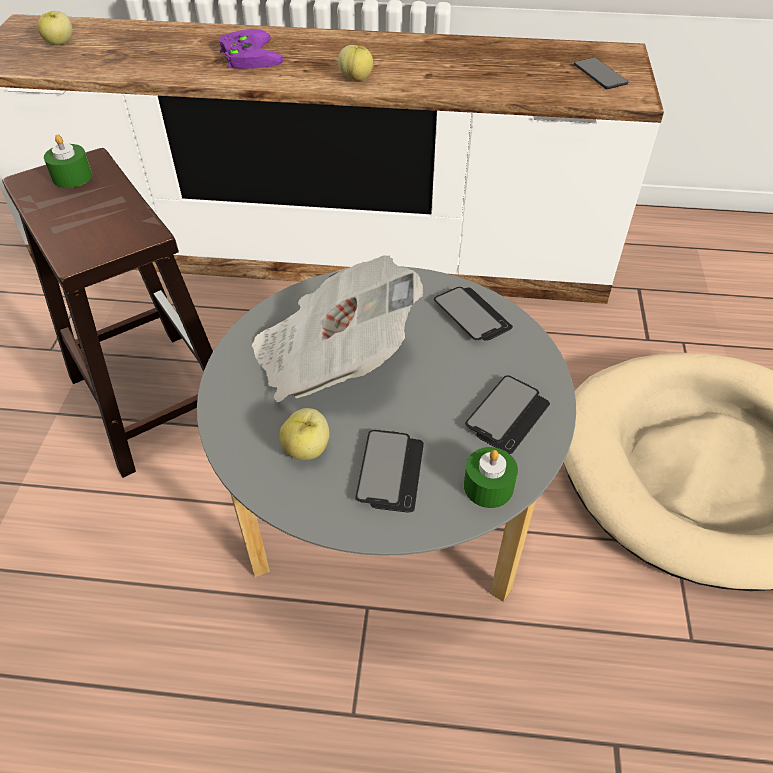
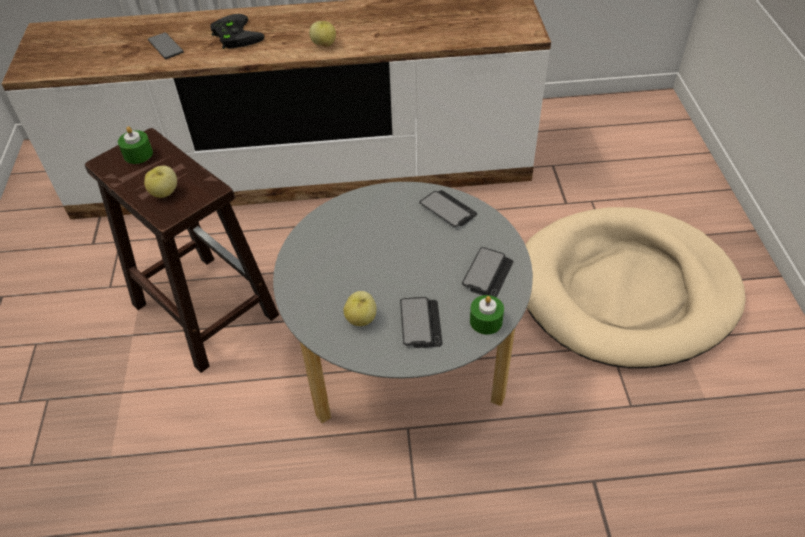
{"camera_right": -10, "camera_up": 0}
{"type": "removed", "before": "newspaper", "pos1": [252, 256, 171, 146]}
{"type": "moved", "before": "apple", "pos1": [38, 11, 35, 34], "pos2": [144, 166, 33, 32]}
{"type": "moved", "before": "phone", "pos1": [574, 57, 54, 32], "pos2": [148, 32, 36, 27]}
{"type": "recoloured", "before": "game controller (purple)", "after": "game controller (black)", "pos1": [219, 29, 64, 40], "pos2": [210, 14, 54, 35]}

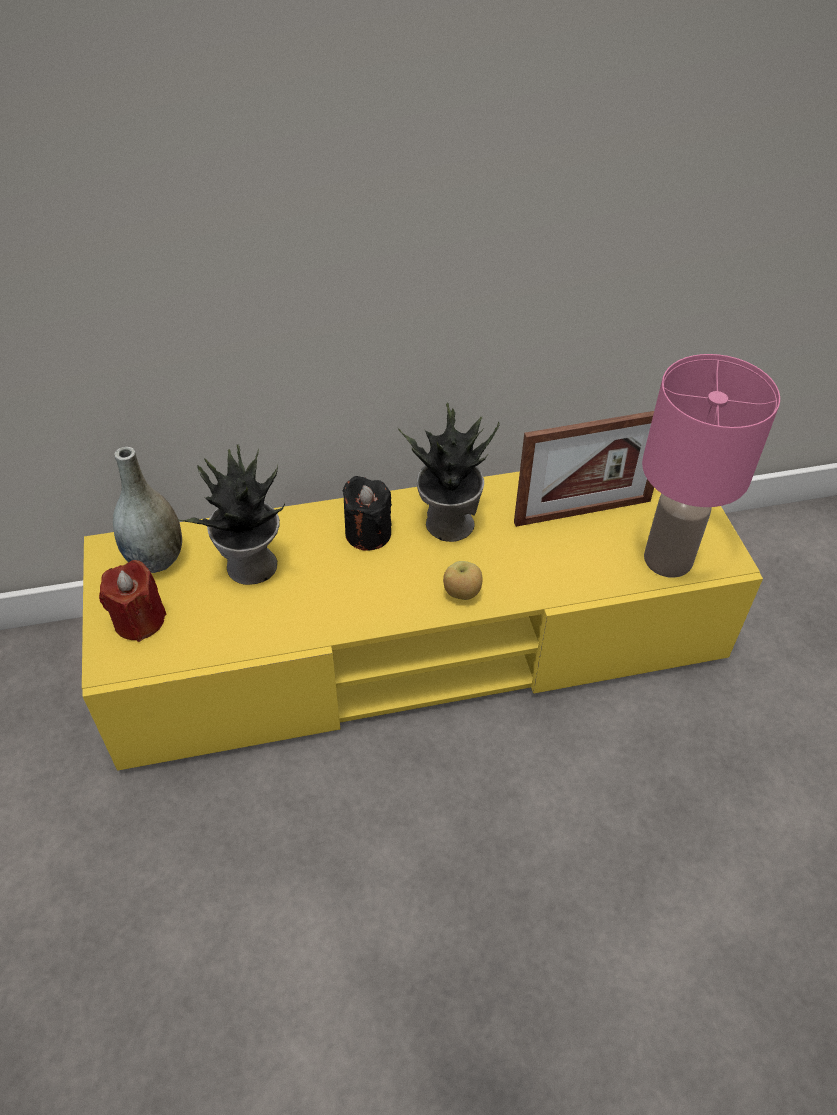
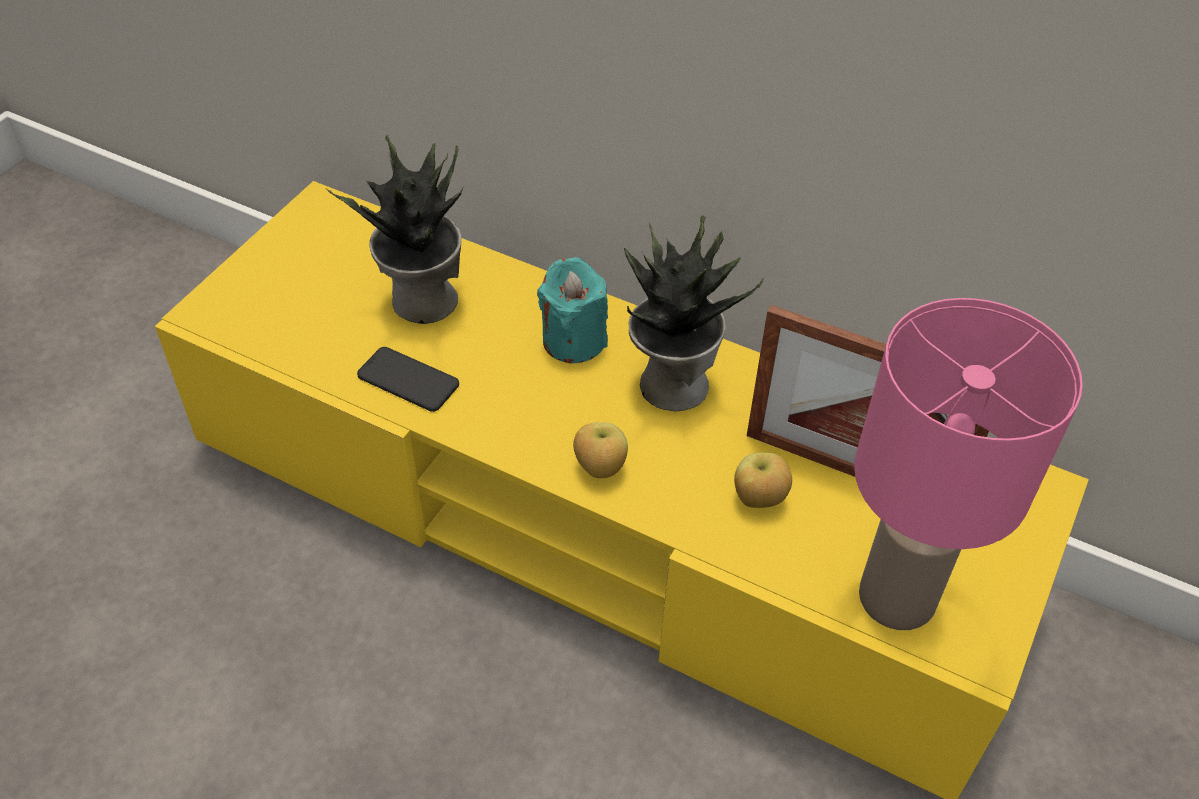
{"camera_right": 40, "camera_up": 0}
{"type": "removed", "before": "candle (red)", "pos1": [99, 560, 67, 82]}
{"type": "removed", "before": "vase (grey)", "pos1": [113, 447, 69, 126]}
{"type": "added", "after": "phone", "pos2": [357, 347, 102, 65]}
{"type": "added", "after": "apple", "pos2": [734, 452, 58, 56]}
{"type": "recoloured", "before": "candle (black)", "after": "candle (turquoise)", "pos1": [342, 476, 50, 75], "pos2": [537, 257, 71, 106]}

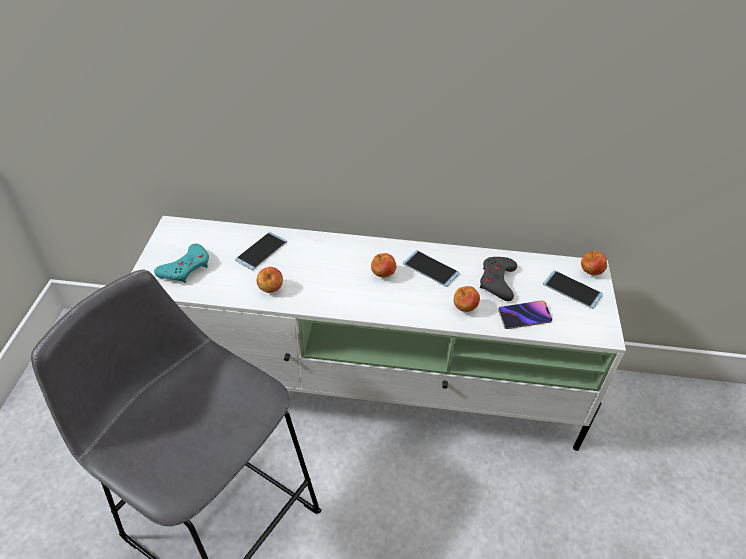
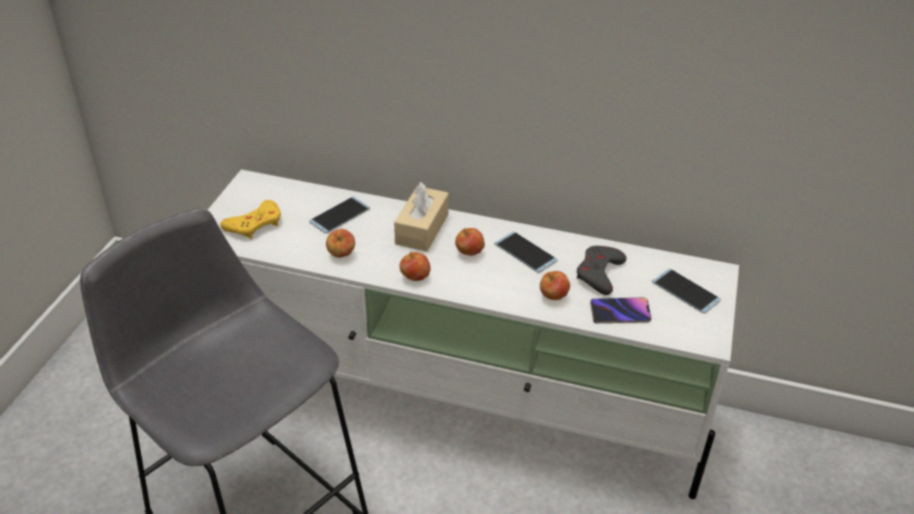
{"camera_right": 10, "camera_up": -5}
{"type": "added", "after": "tissue box (beige)", "pos2": [394, 182, 55, 70]}
{"type": "moved", "before": "apple", "pos1": [581, 251, 26, 24], "pos2": [399, 251, 31, 30]}
{"type": "recoloured", "before": "game controller (turquoise)", "after": "game controller (yellow)", "pos1": [154, 244, 55, 39], "pos2": [220, 200, 61, 39]}

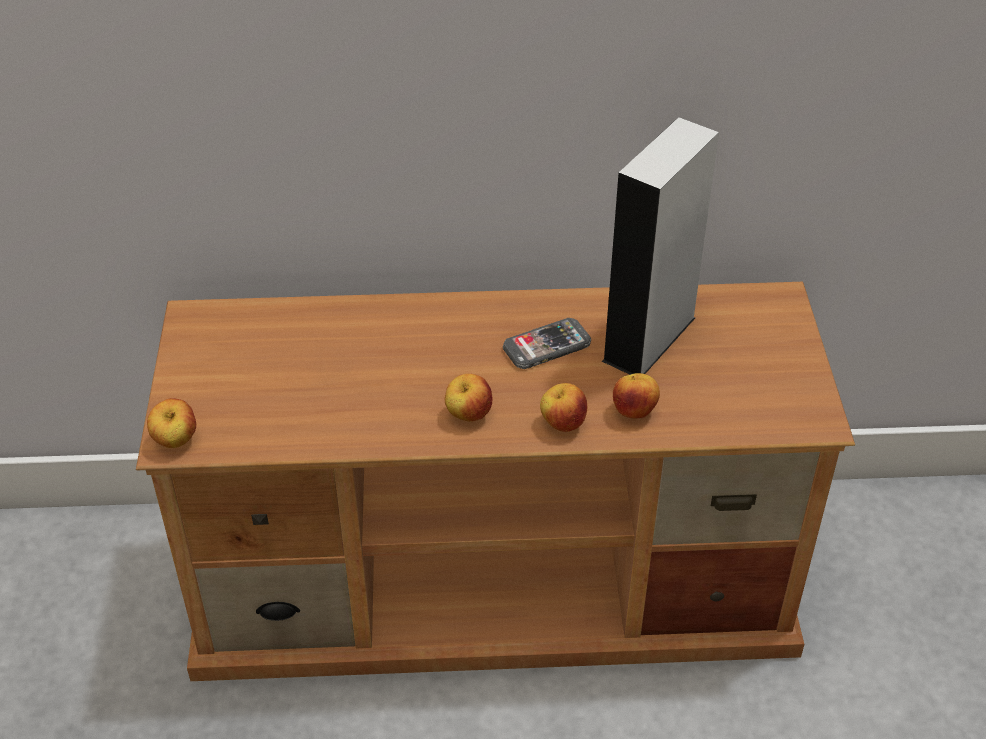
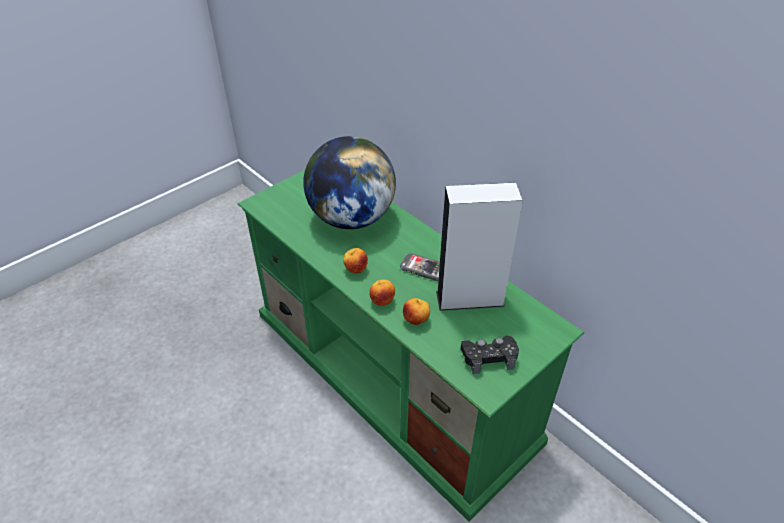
{"camera_right": 50, "camera_up": 0}
{"type": "removed", "before": "apple", "pos1": [147, 398, 49, 50]}
{"type": "added", "after": "globe", "pos2": [303, 136, 93, 93]}
{"type": "added", "after": "game controller (black)", "pos2": [461, 336, 58, 38]}
{"type": "recoloured", "before": "tv stand (brown)", "after": "tv stand (green)", "pos1": [136, 282, 719, 399], "pos2": [238, 170, 346, 352]}

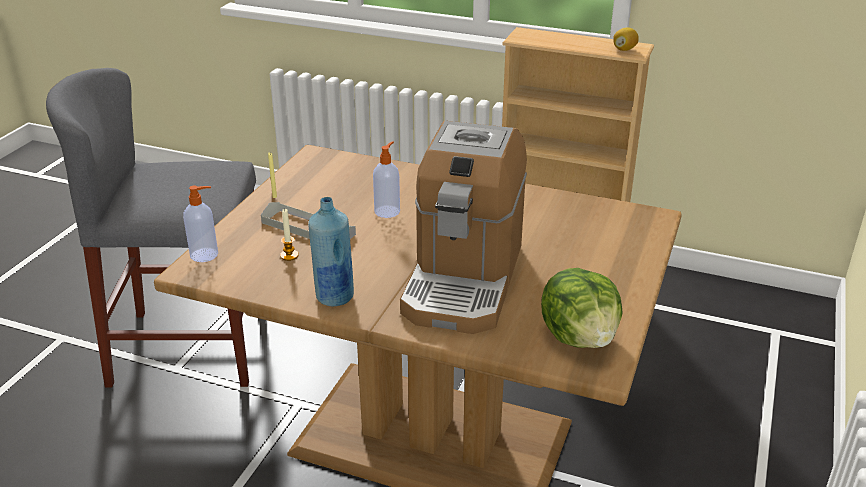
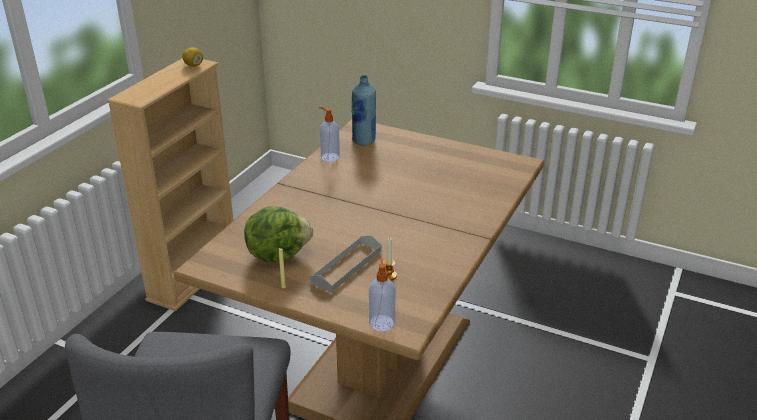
{"camera_right": -85, "camera_up": 0}
{"type": "removed", "before": "coffee machine", "pos1": [400, 121, 127, 213]}
{"type": "moved", "before": "bottle (blue)", "pos1": [308, 197, 46, 109], "pos2": [352, 75, 24, 71]}
{"type": "moved", "before": "soap dispenser", "pos1": [373, 141, 27, 77], "pos2": [319, 107, 21, 55]}
{"type": "moved", "before": "lettuce", "pos1": [541, 268, 82, 80], "pos2": [244, 206, 69, 56]}

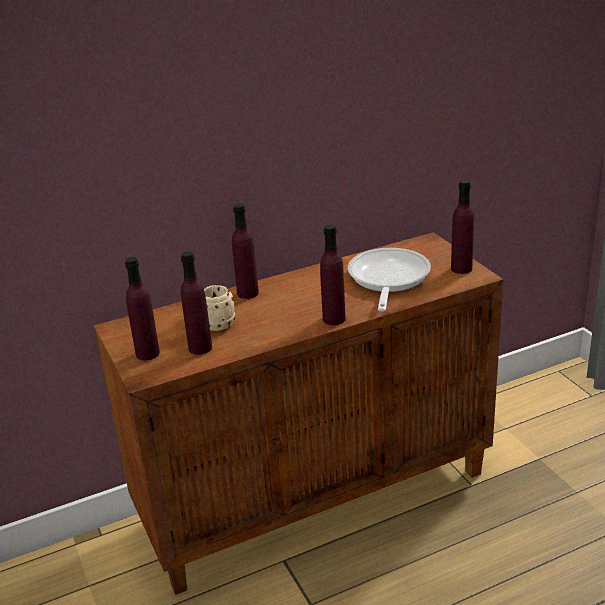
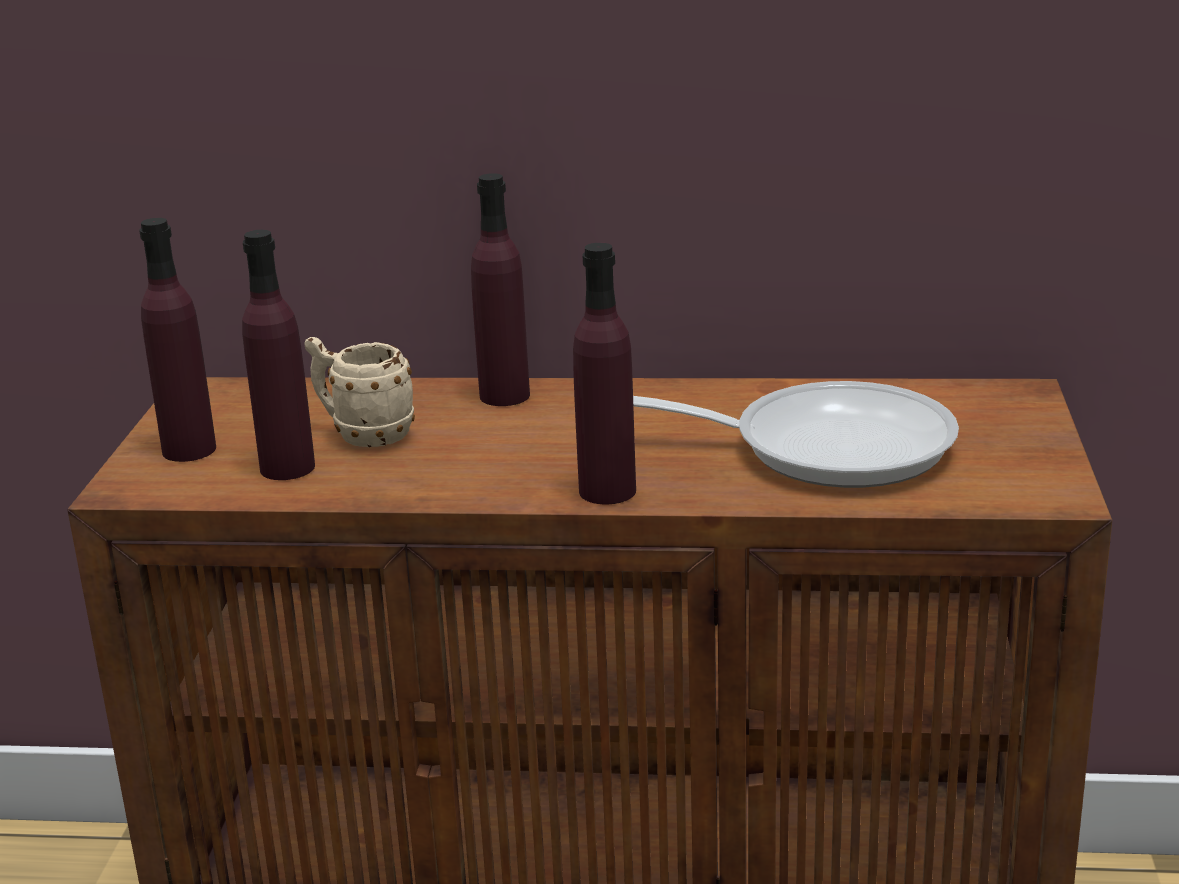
{"camera_right": 30, "camera_up": -5}
{"type": "removed", "before": "bottle (purple)", "pos1": [451, 180, 23, 94]}
{"type": "turned", "before": "frying pan", "pos1": [348, 248, 83, 63], "pos2": [633, 381, 326, 107], "turn": 60}

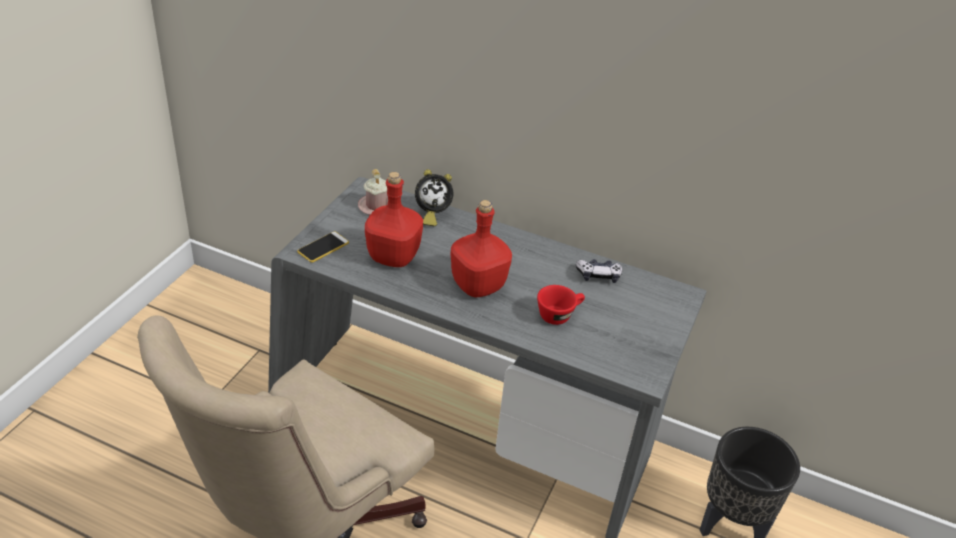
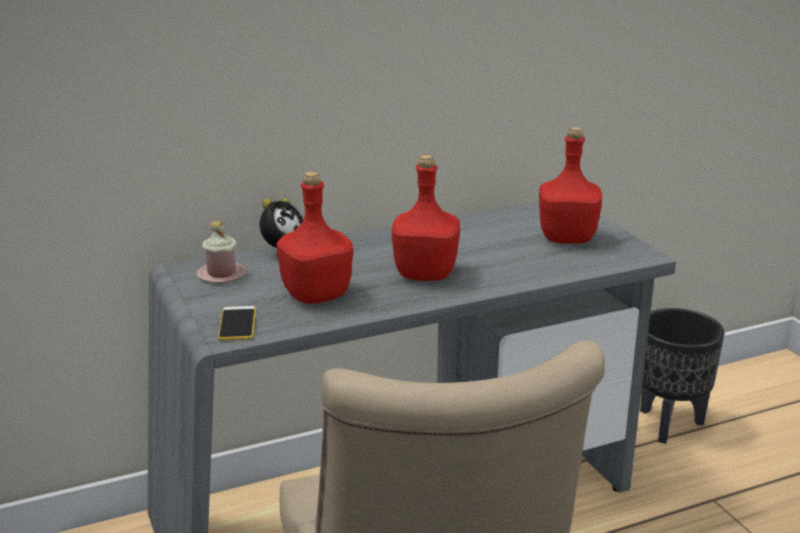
{"camera_right": -45, "camera_up": -15}
{"type": "removed", "before": "cup (red)", "pos1": [537, 285, 48, 40]}
{"type": "removed", "before": "game controller", "pos1": [576, 259, 46, 24]}
{"type": "added", "after": "bottle (red)", "pos2": [539, 127, 63, 117]}

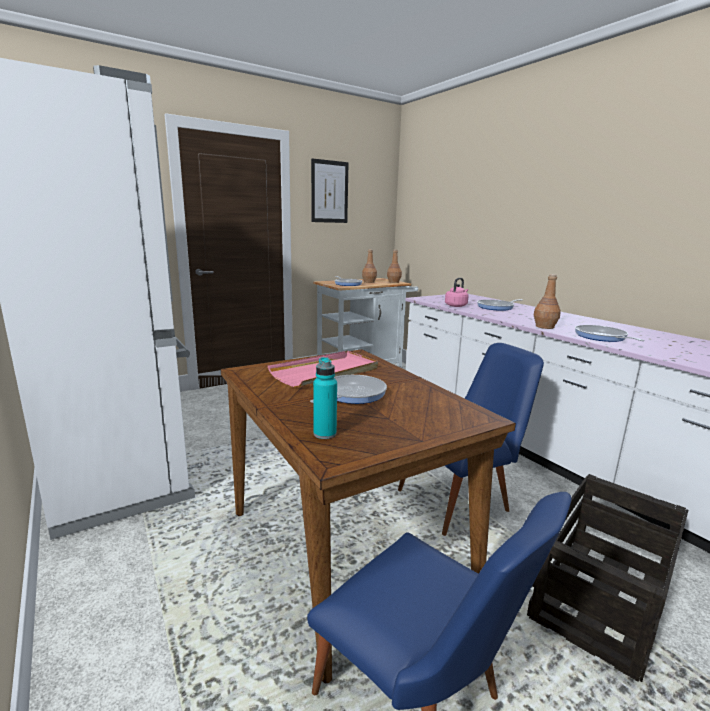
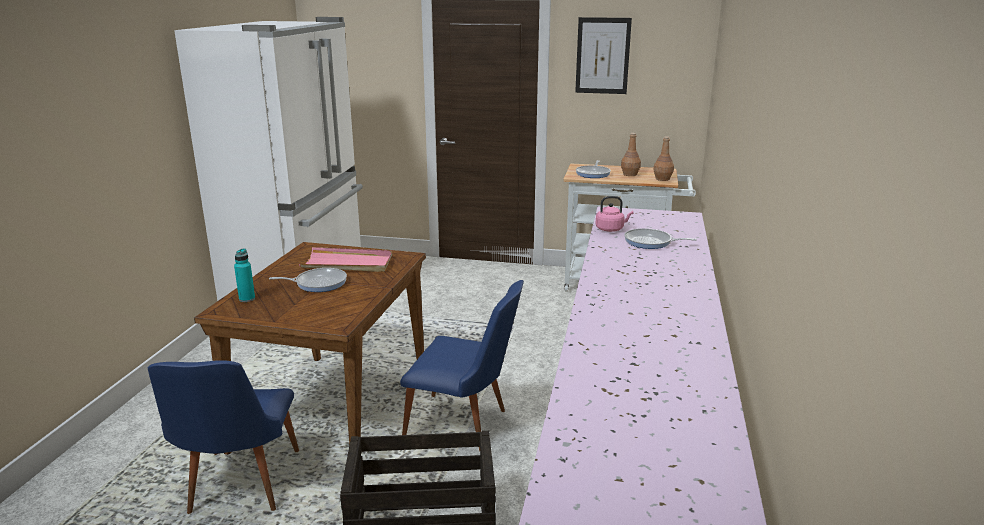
{"camera_right": 45, "camera_up": 5}
{"type": "removed", "before": "bottle (brown)", "pos1": [534, 274, 27, 55]}
{"type": "removed", "before": "frying pan", "pos1": [575, 325, 70, 17]}

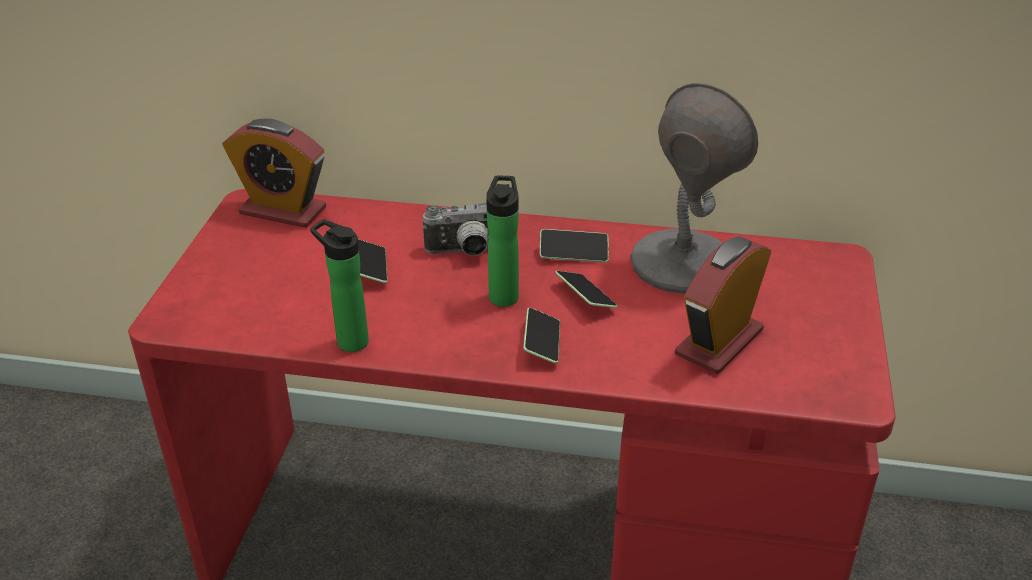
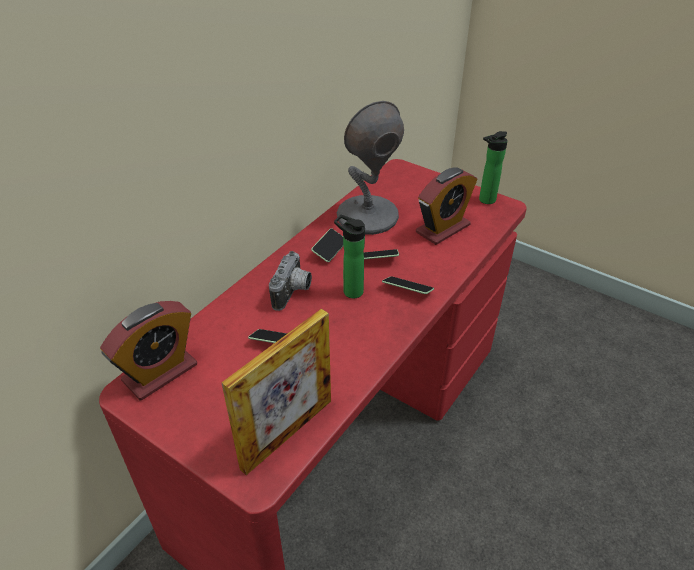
{"camera_right": -65, "camera_up": 5}
{"type": "added", "after": "picture frame", "pos2": [222, 309, 109, 166]}
{"type": "moved", "before": "bottle", "pos1": [310, 219, 59, 133], "pos2": [479, 131, 29, 73]}
{"type": "turned", "before": "alarm clock", "pos1": [675, 236, 96, 138], "pos2": [416, 167, 61, 78], "turn": -105}

